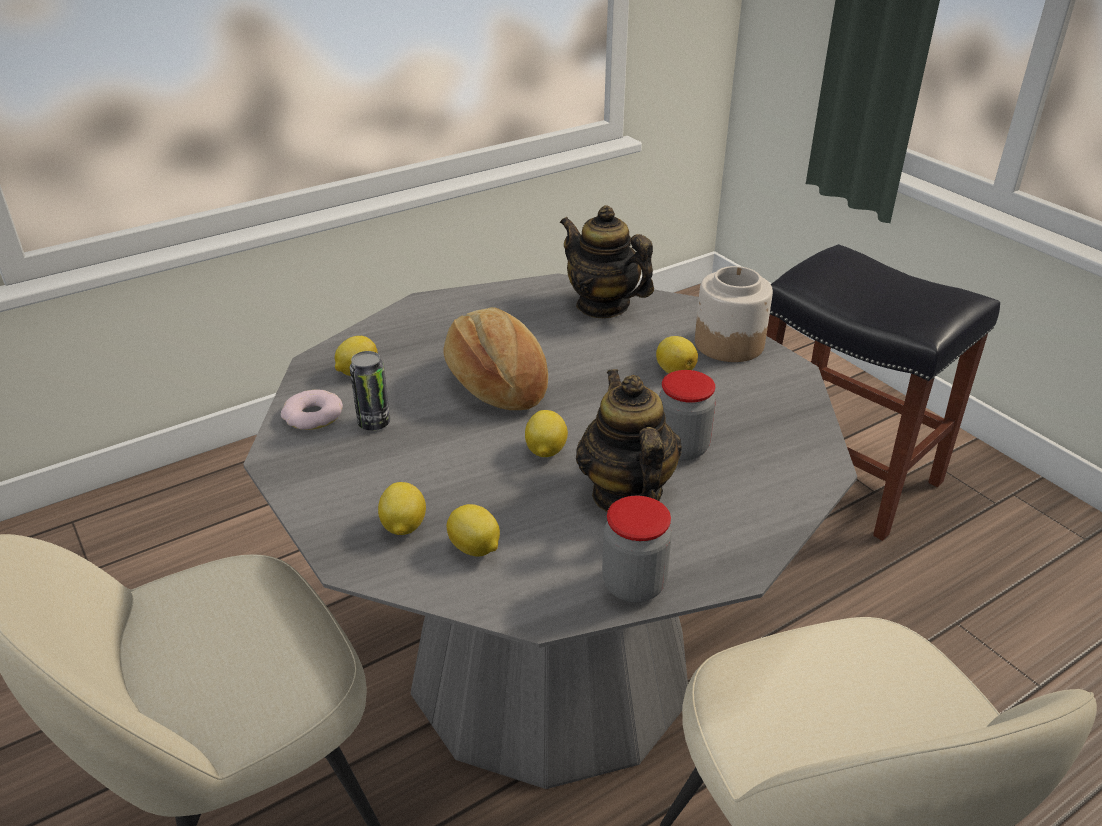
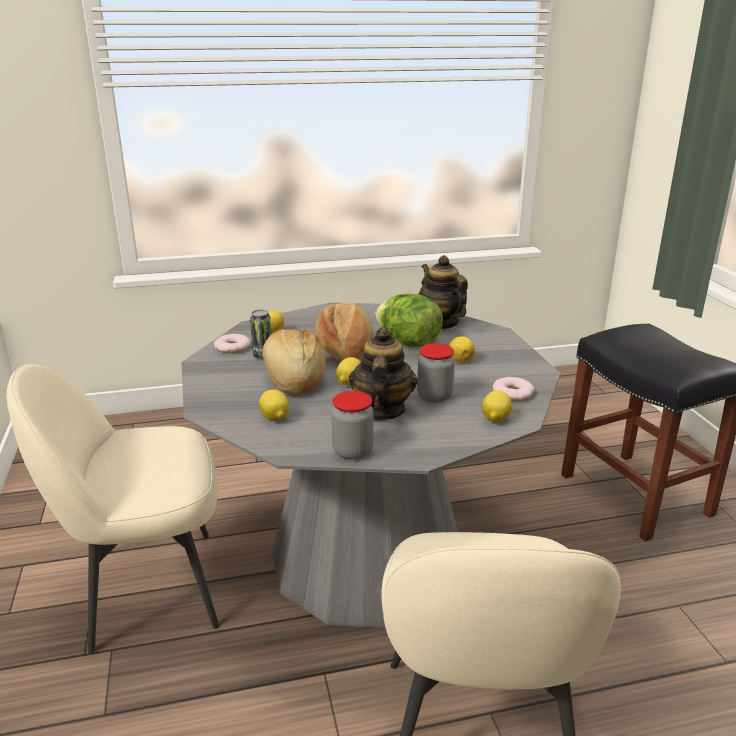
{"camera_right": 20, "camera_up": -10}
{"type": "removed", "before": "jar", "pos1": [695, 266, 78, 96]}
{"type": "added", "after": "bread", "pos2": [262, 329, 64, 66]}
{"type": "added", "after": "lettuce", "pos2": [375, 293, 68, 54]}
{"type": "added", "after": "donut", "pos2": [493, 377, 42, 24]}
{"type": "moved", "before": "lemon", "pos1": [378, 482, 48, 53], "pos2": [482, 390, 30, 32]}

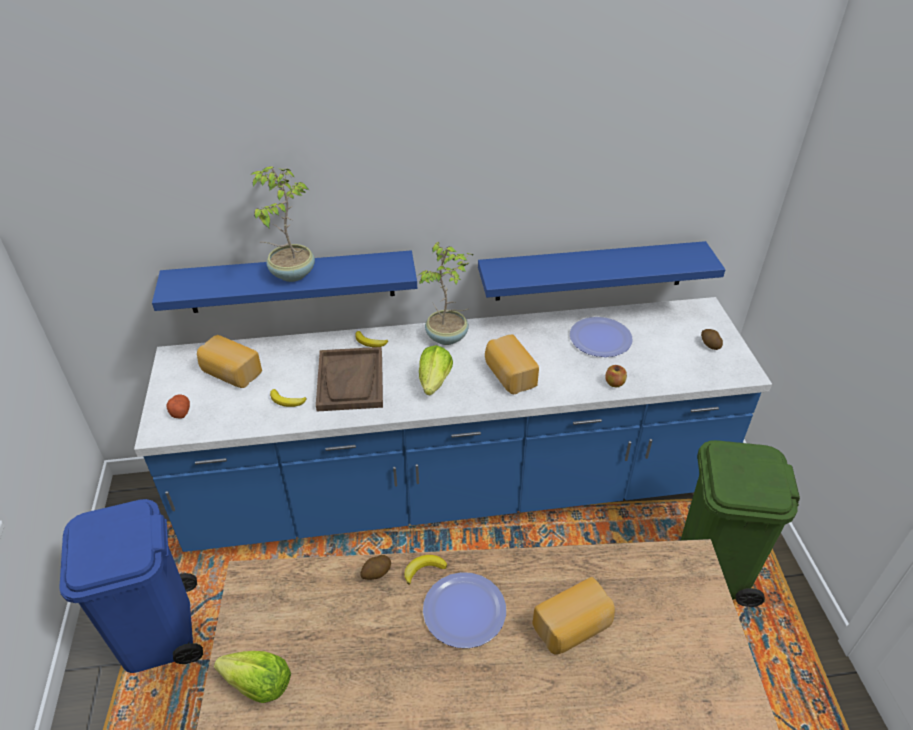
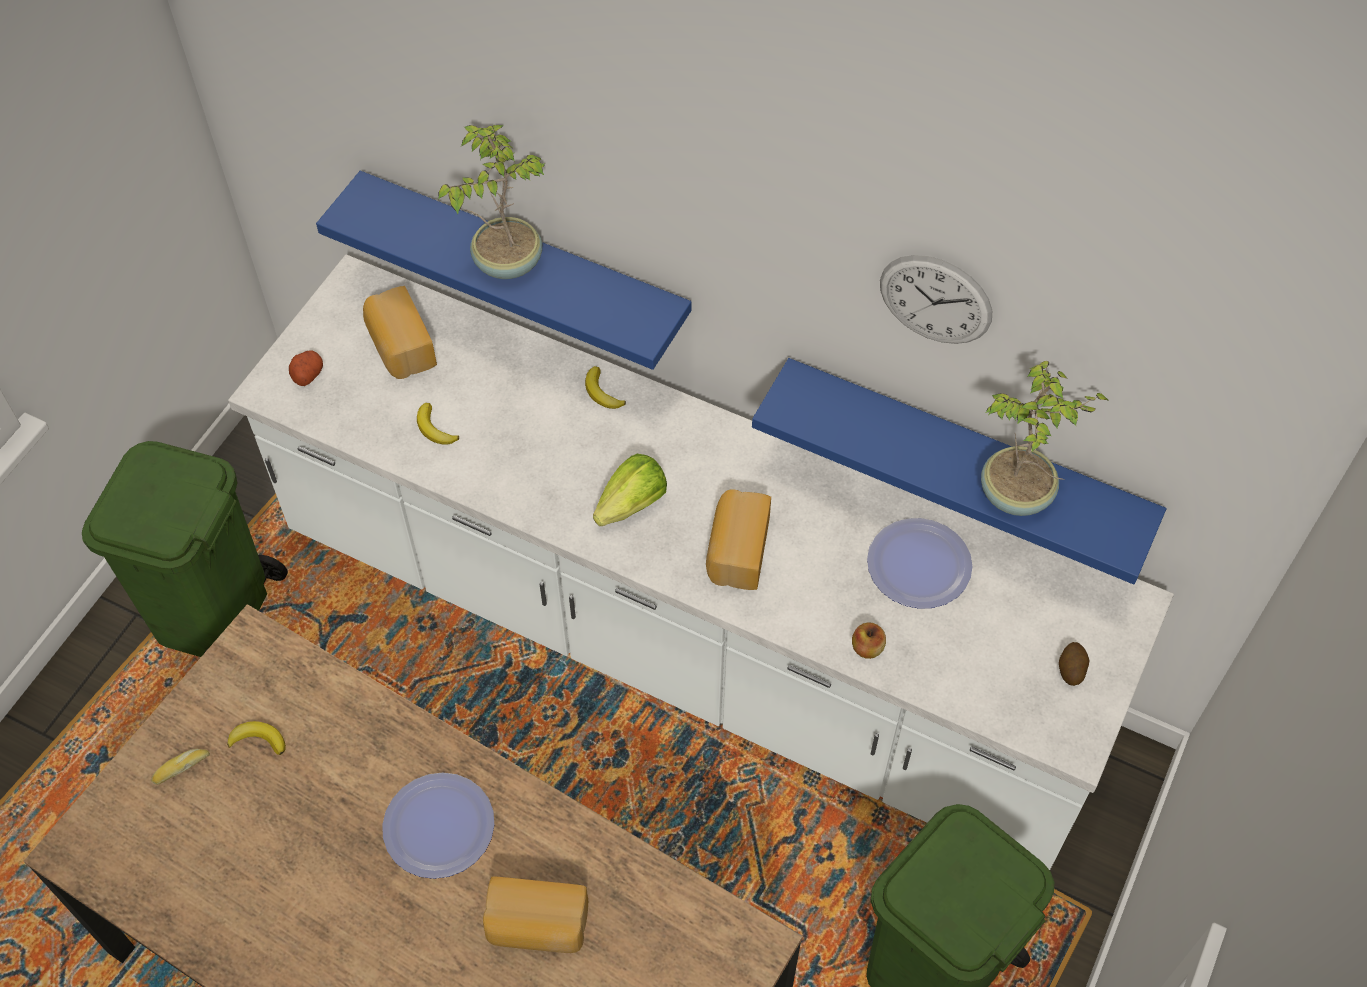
{"camera_right": 35, "camera_up": 15}
{"type": "removed", "before": "tray (brown)", "pos1": [316, 347, 67, 64]}
{"type": "removed", "before": "potato", "pos1": [360, 555, 31, 25]}
{"type": "added", "after": "wall clock", "pos2": [880, 255, 112, 89]}
{"type": "moved", "before": "banana", "pos1": [404, 555, 43, 30], "pos2": [227, 721, 59, 34]}
{"type": "moved", "before": "potted plant", "pos1": [419, 242, 54, 103], "pos2": [981, 361, 127, 155]}
{"type": "replaced", "before": "lettuce", "after": "bread", "pos1": [214, 651, 77, 52], "pos2": [151, 749, 59, 36]}
{"type": "recoloured", "before": "trash can (blue)", "after": "trash can (green)", "pos1": [59, 499, 144, 174], "pos2": [82, 441, 206, 216]}
{"type": "recoloured", "before": "counter (blue)", "after": "counter (white)", "pos1": [134, 297, 638, 255], "pos2": [228, 254, 946, 616]}

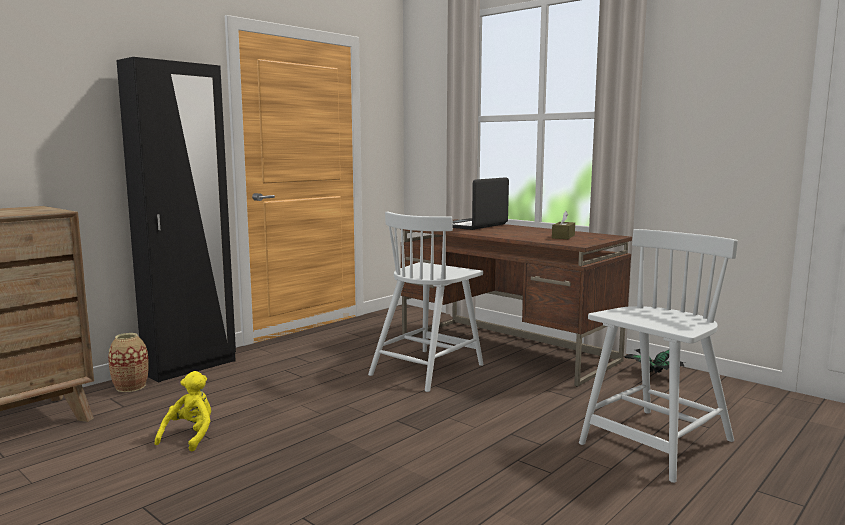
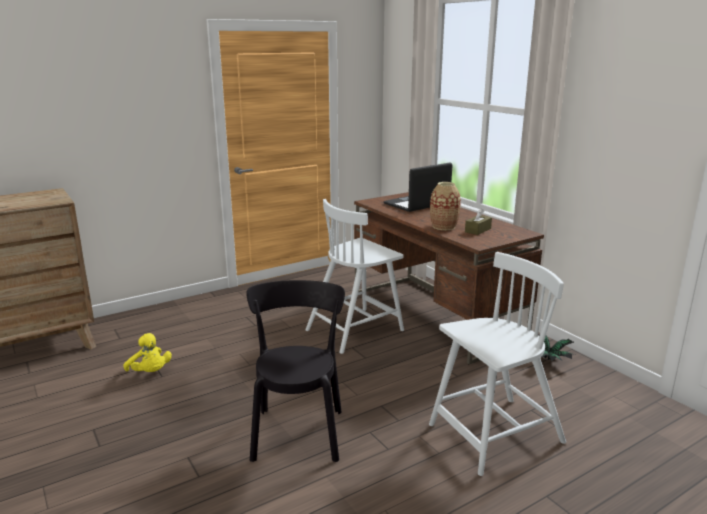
{"camera_right": 15, "camera_up": 10}
{"type": "removed", "before": "wardrobe (black)", "pos1": [116, 57, 120, 326]}
{"type": "added", "after": "chair (black)", "pos2": [246, 280, 99, 182]}
{"type": "moved", "before": "vase", "pos1": [108, 333, 41, 59], "pos2": [430, 182, 31, 48]}
{"type": "turned", "before": "plush toy (yellow)", "pos1": [155, 371, 56, 80], "pos2": [123, 333, 49, 39], "turn": 105}

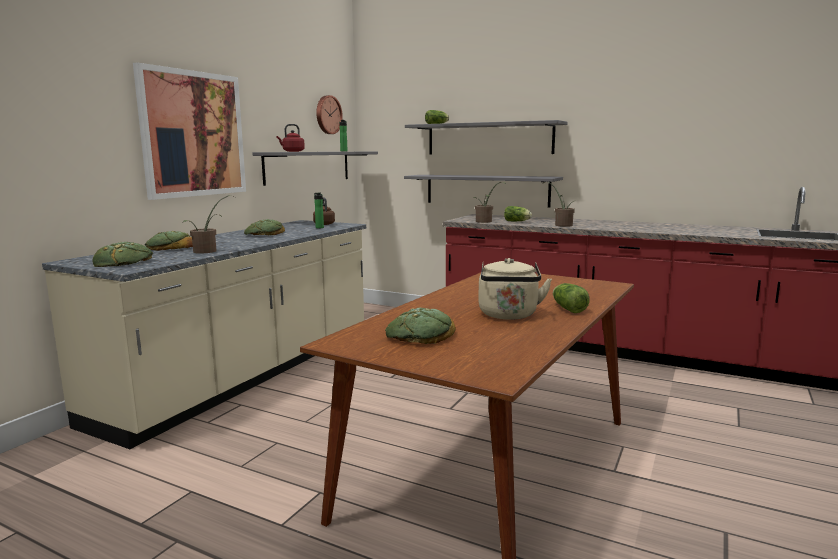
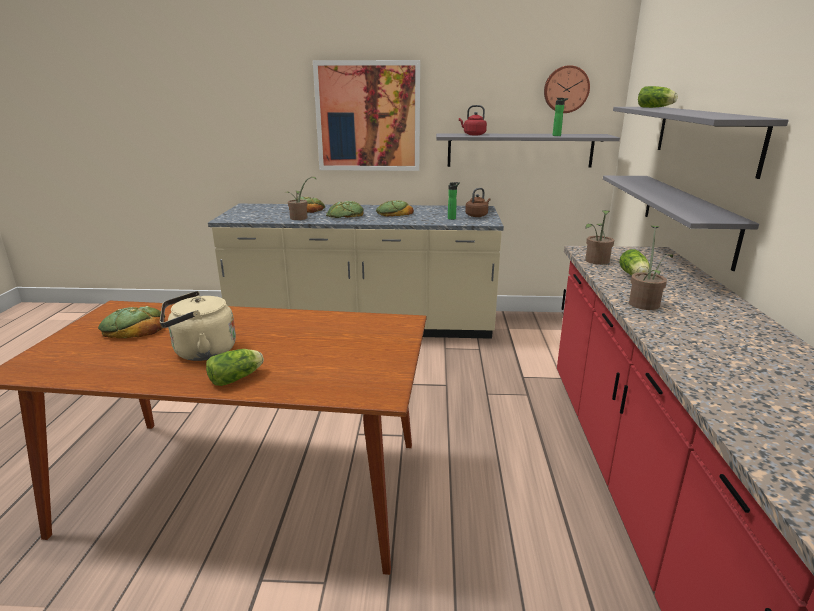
{"camera_right": 65, "camera_up": 10}
{"type": "moved", "before": "bread", "pos1": [92, 242, 61, 25], "pos2": [326, 201, 38, 17]}

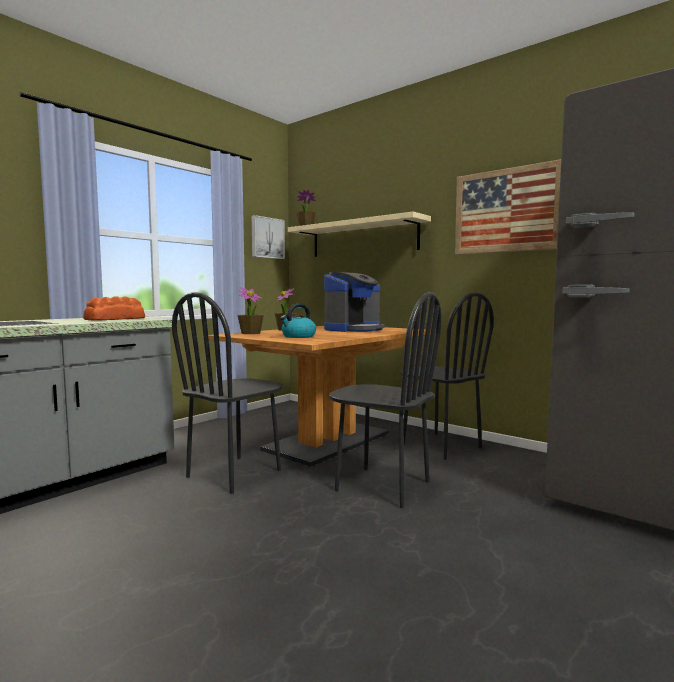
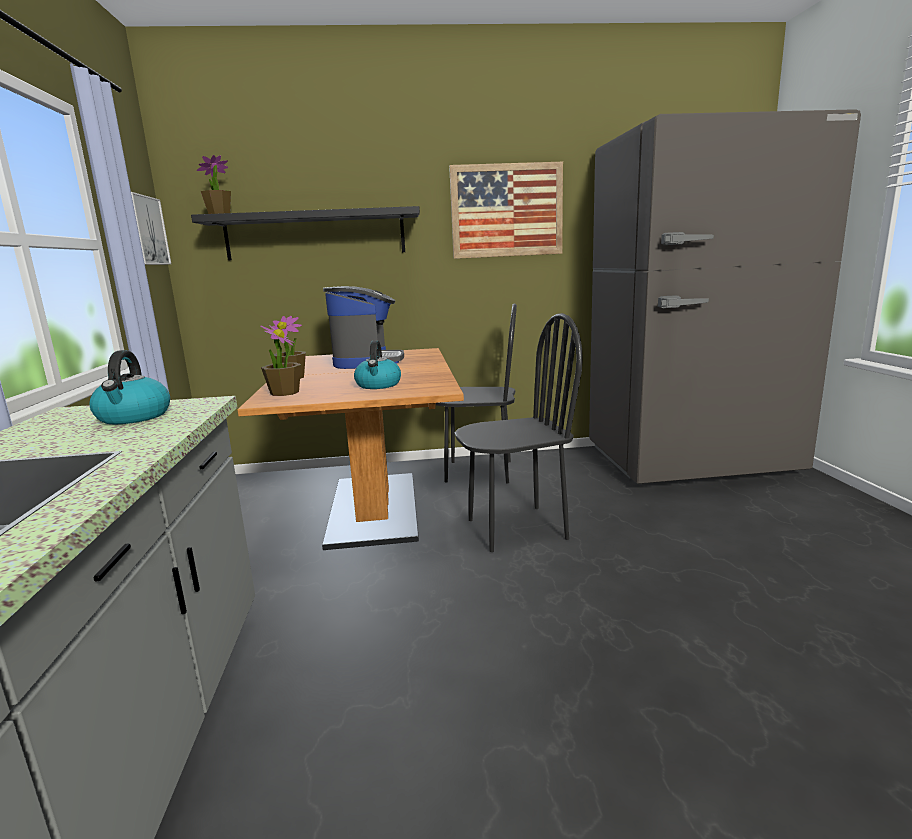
{"camera_right": -45, "camera_up": 10}
{"type": "removed", "before": "chair (black)", "pos1": [172, 292, 111, 202]}
{"type": "replaced", "before": "bread", "after": "kettle", "pos1": [83, 296, 62, 25], "pos2": [89, 350, 81, 74]}
{"type": "recoloured", "before": "shelf (beige)", "after": "shelf (black)", "pos1": [288, 212, 143, 45], "pos2": [191, 206, 229, 54]}

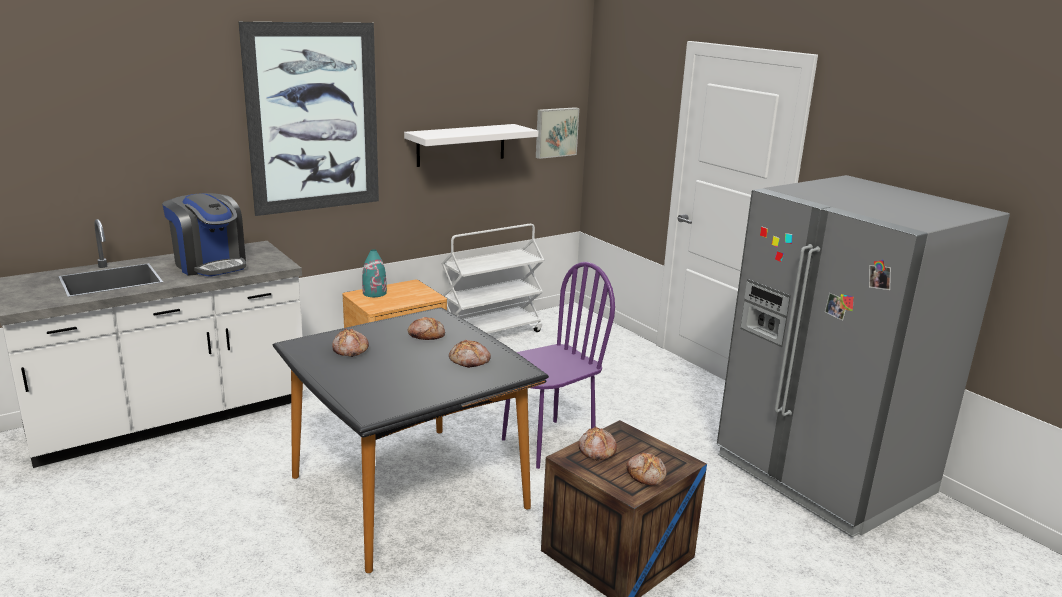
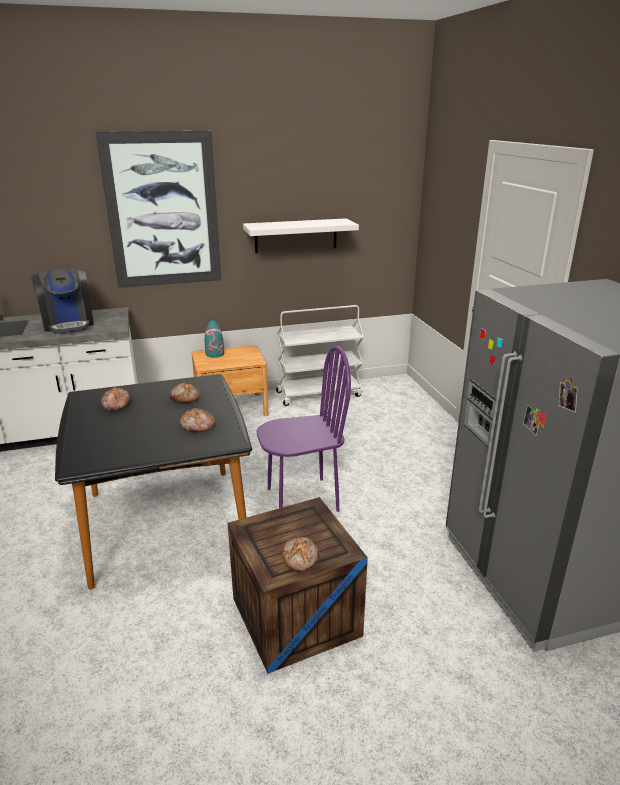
{"camera_right": 20, "camera_up": 5}
{"type": "removed", "before": "picture", "pos1": [536, 107, 43, 52]}
{"type": "removed", "before": "bread", "pos1": [579, 426, 38, 34]}

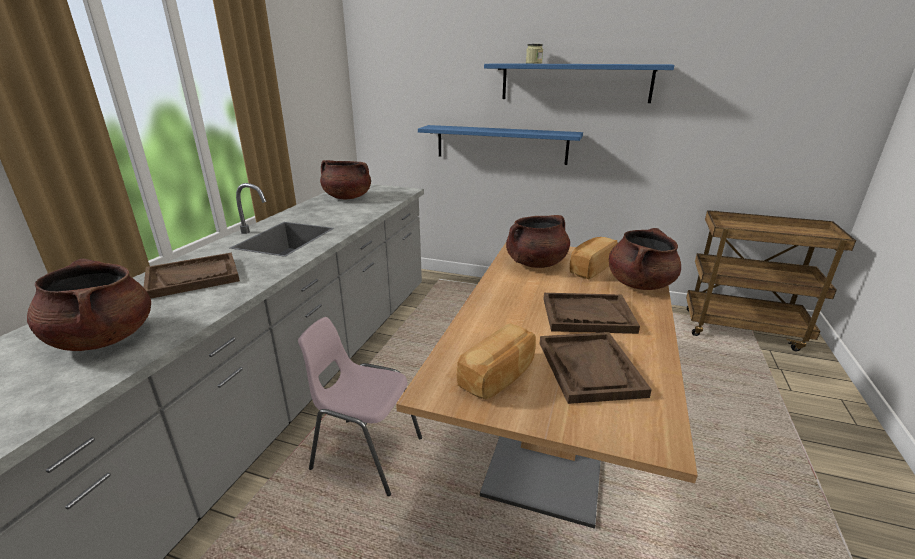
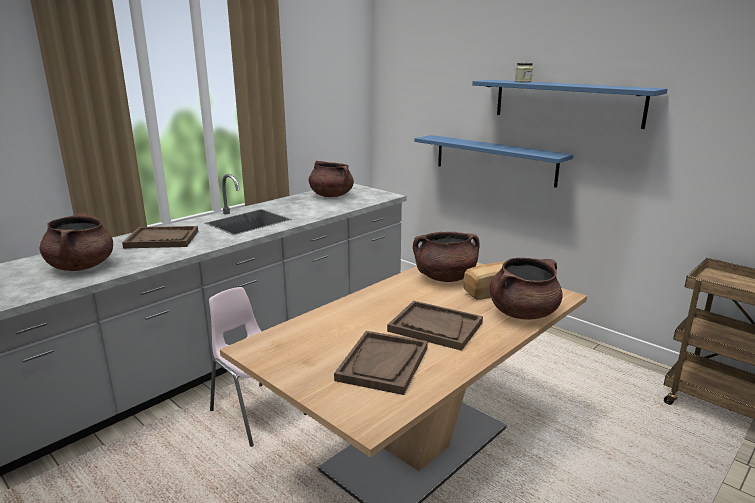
{"camera_right": 25, "camera_up": -5}
{"type": "removed", "before": "bread", "pos1": [456, 323, 80, 76]}

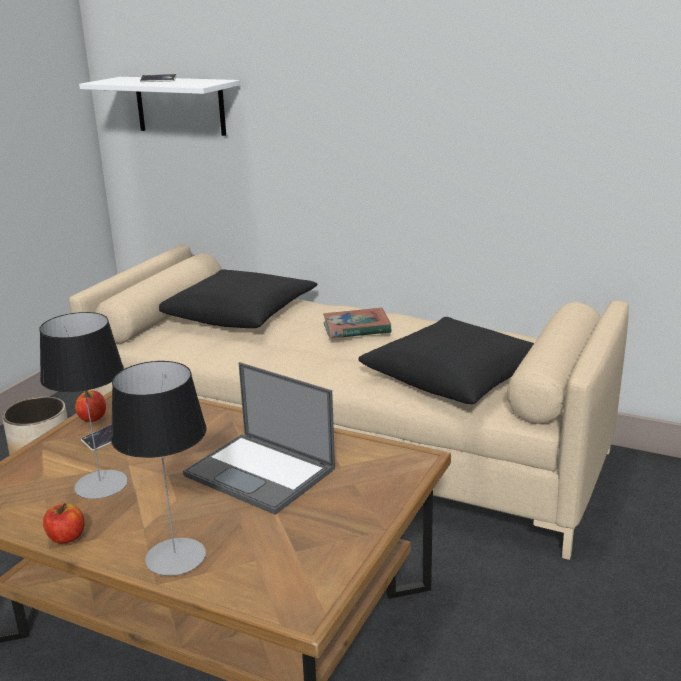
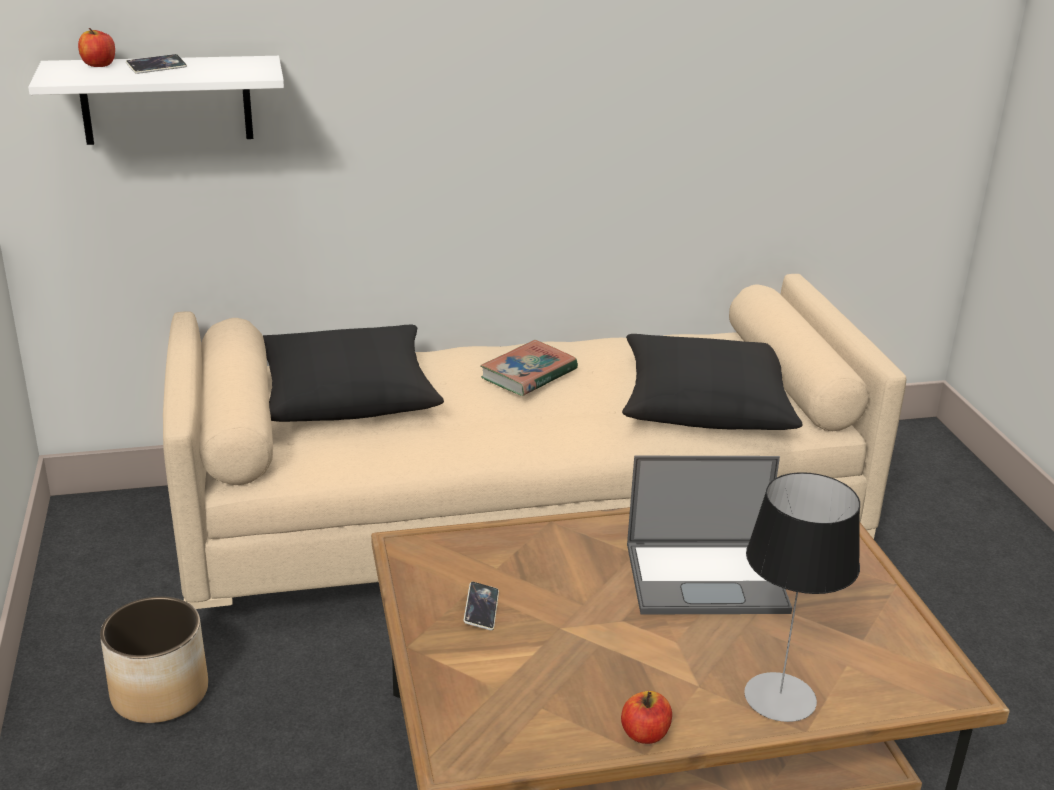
{"camera_right": -40, "camera_up": 5}
{"type": "removed", "before": "table lamp", "pos1": [39, 312, 89, 187]}
{"type": "moved", "before": "apple", "pos1": [75, 390, 31, 32], "pos2": [78, 28, 37, 39]}

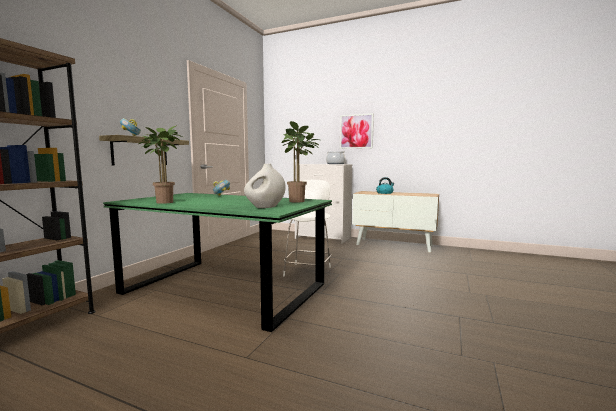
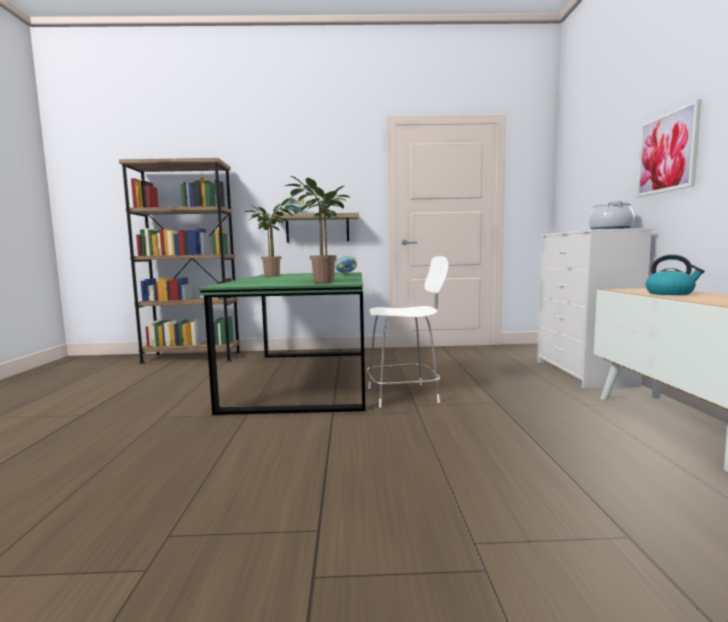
{"camera_right": 65, "camera_up": 0}
{"type": "removed", "before": "vase (white)", "pos1": [244, 163, 42, 45]}

